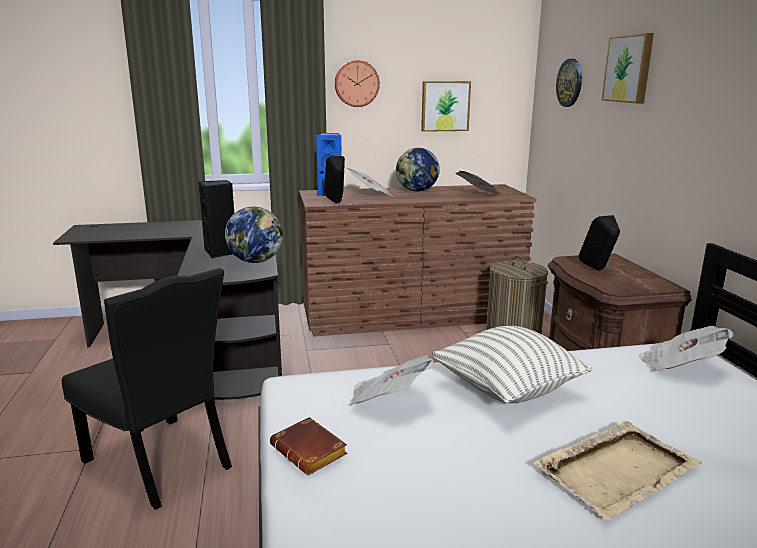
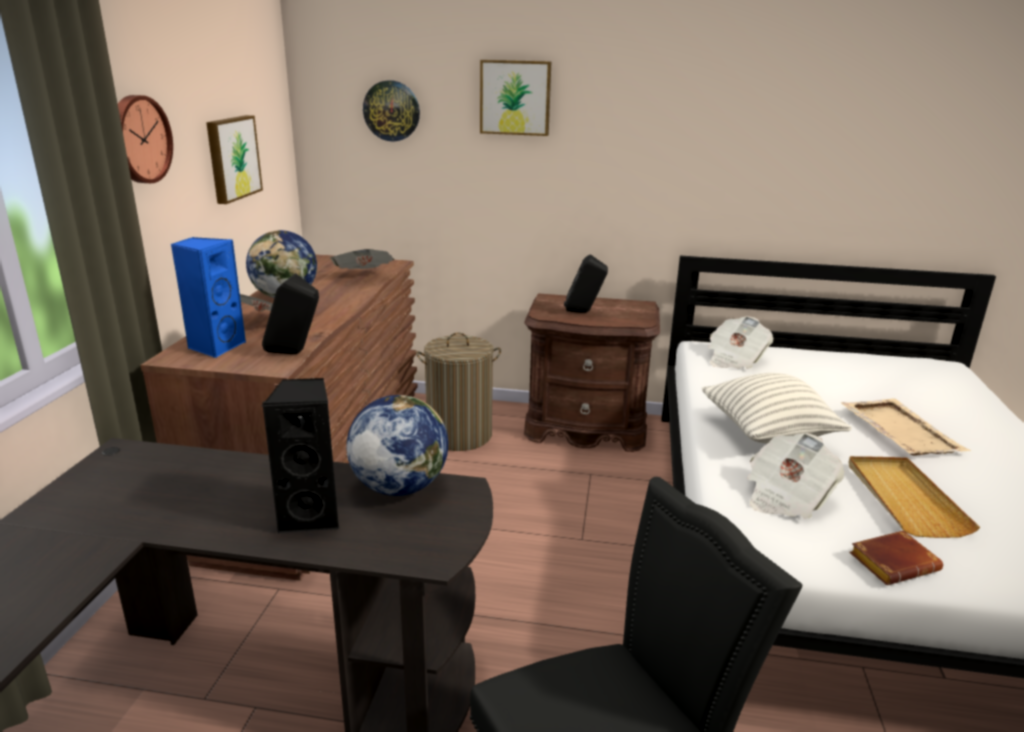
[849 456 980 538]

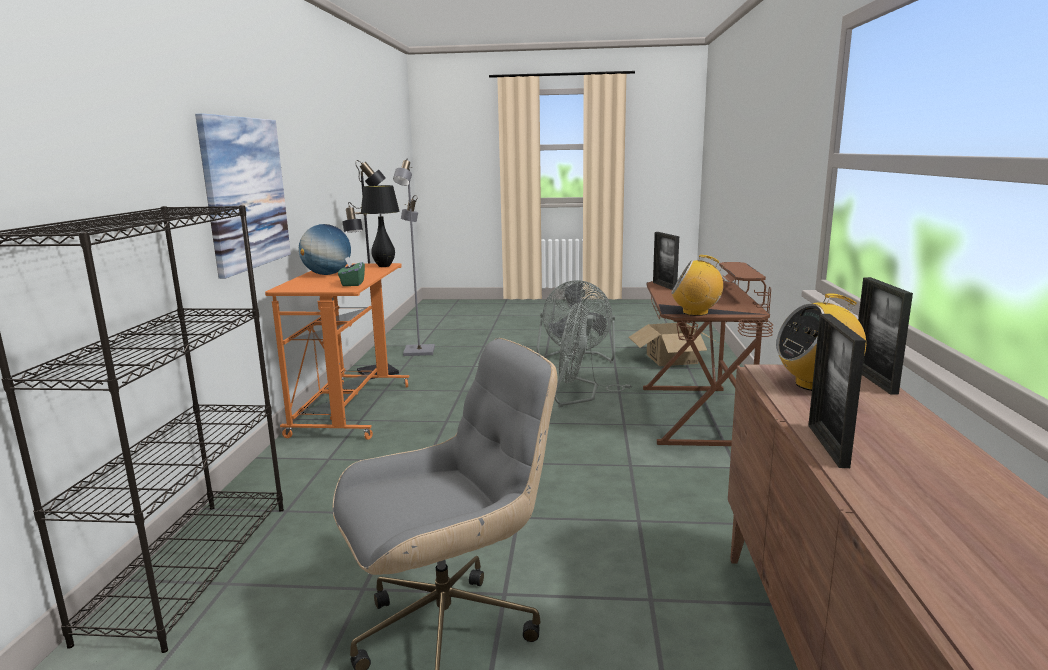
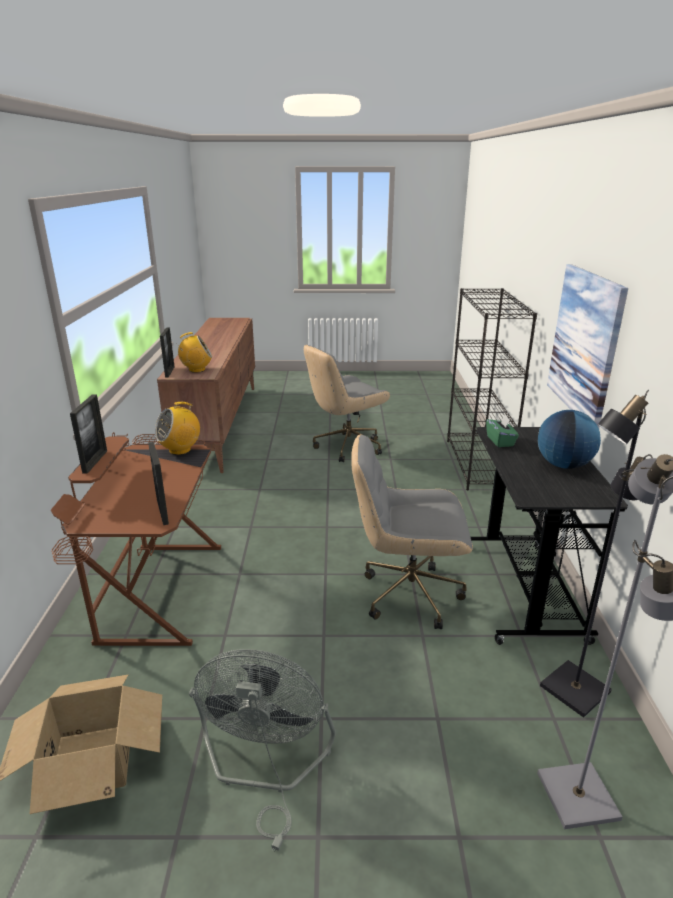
[70 395 107 474]
[155 402 200 455]
[352 434 473 629]
[471 427 628 645]
[361 185 400 267] (first image)
[554 302 632 408] (first image)

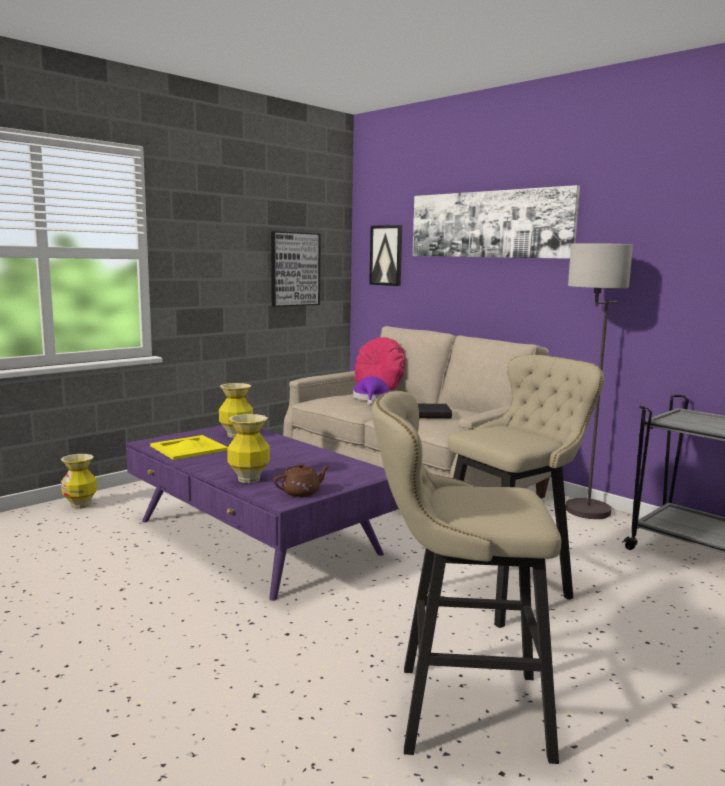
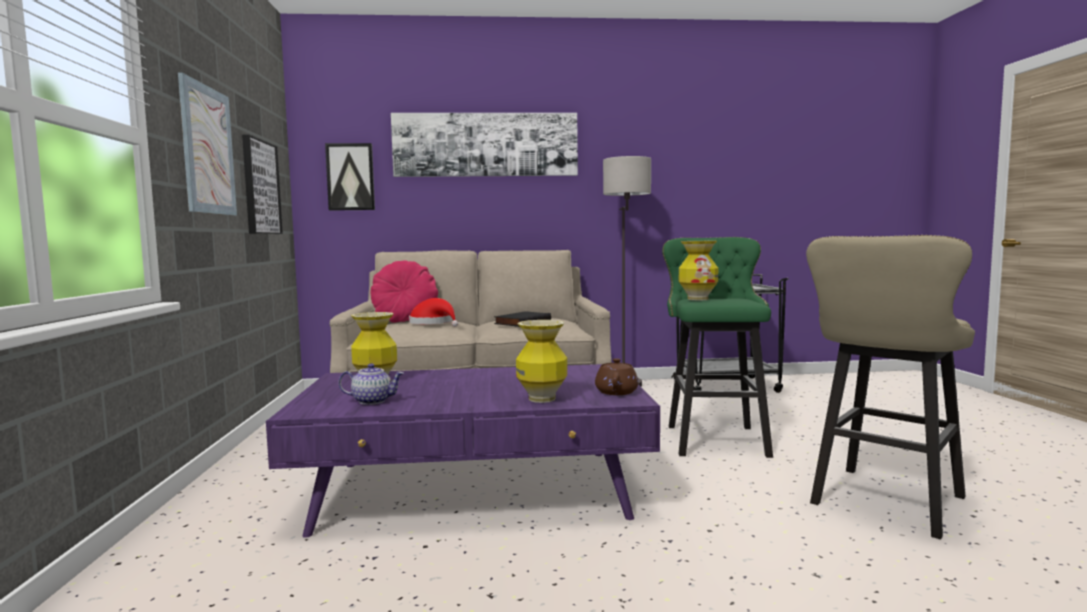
[178 72 237 216]
[338 363 404 405]
[409 298 458 327]
[662 237 773 458]
[679 241 718 300]

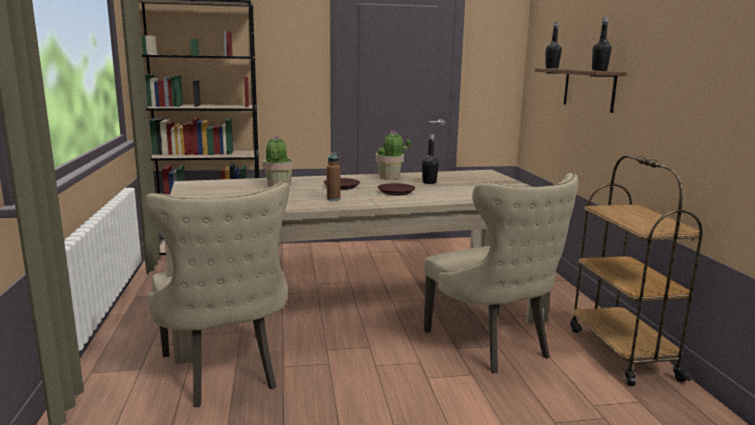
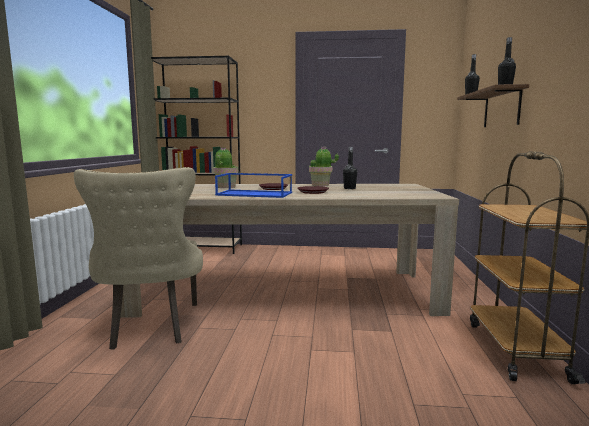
[215 173 292 198]
[424 173 578 373] (first image)

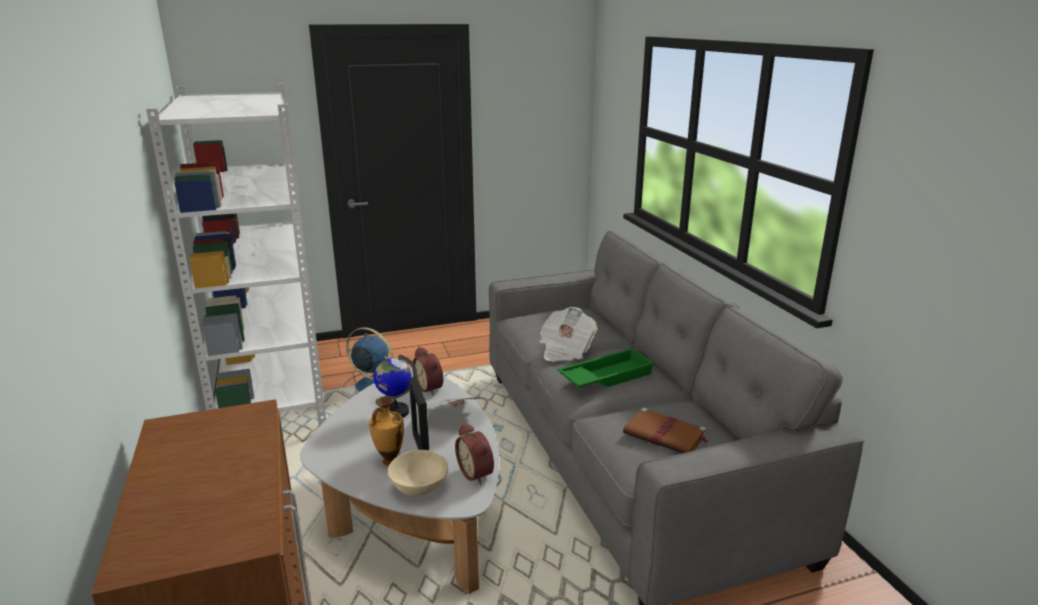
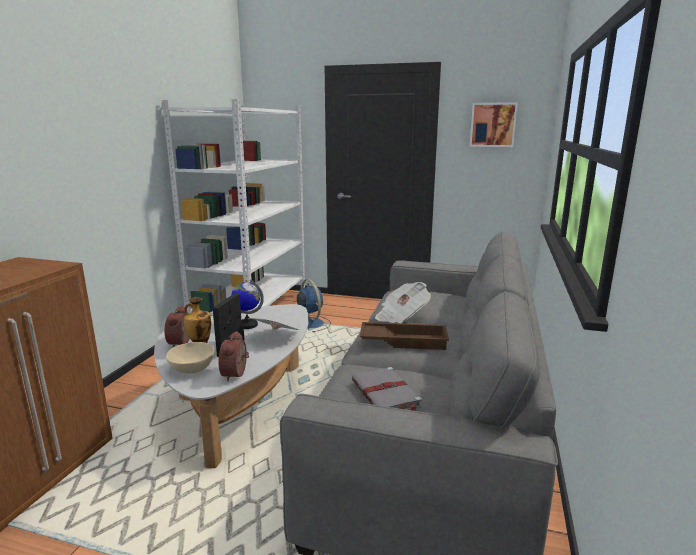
[164 305 190 347]
[352 367 422 411]
[360 322 449 350]
[470 102 518 147]

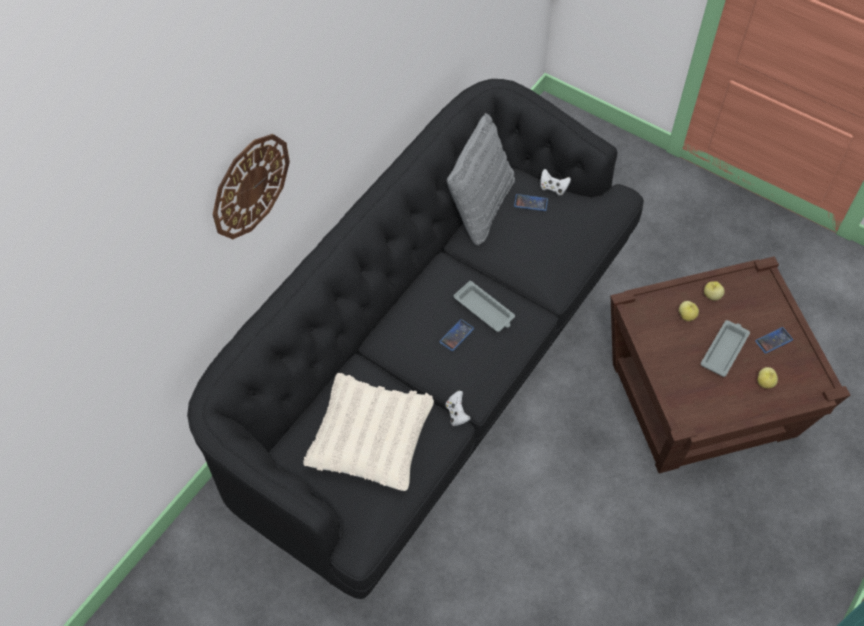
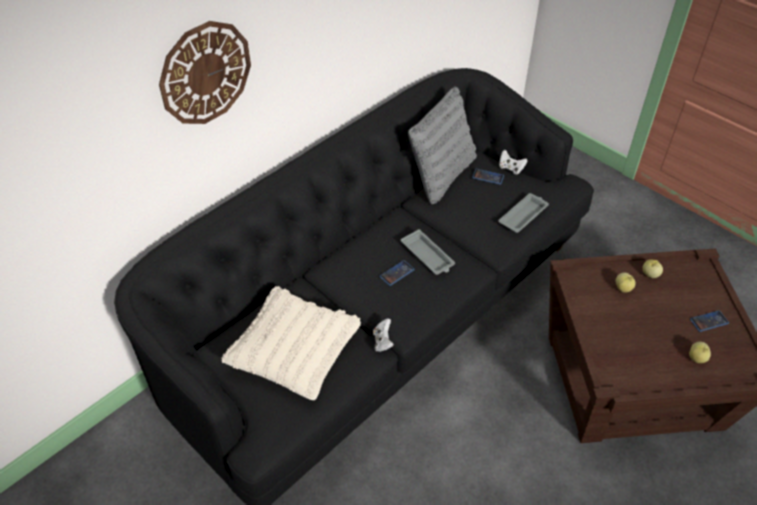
[498 193 549 233]

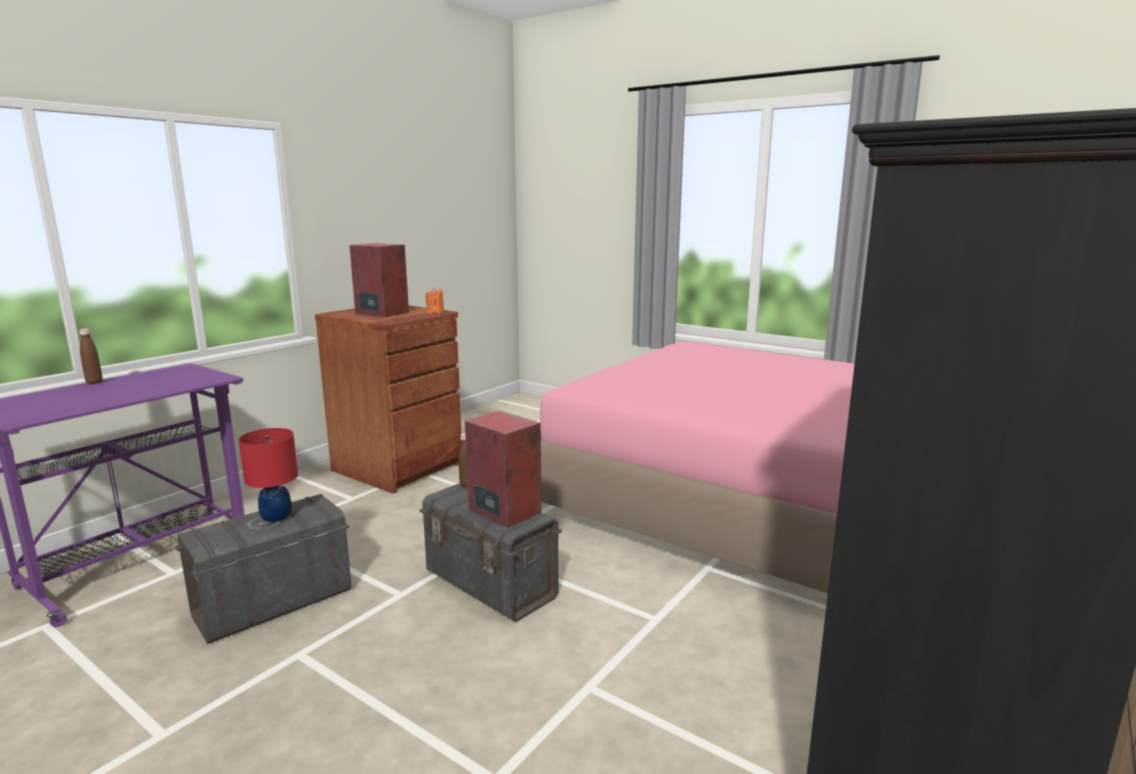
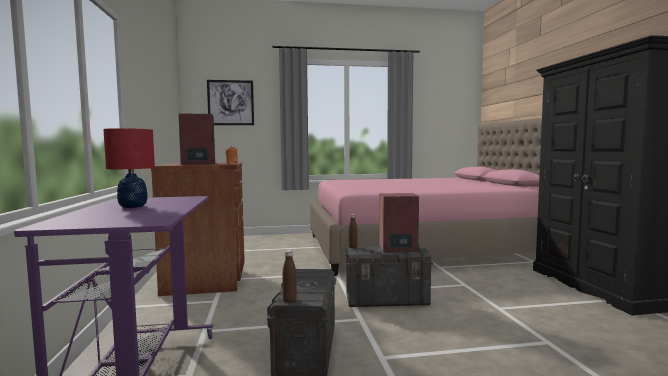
[103 128 155 208]
[207 80 254 125]
[283 250 297 303]

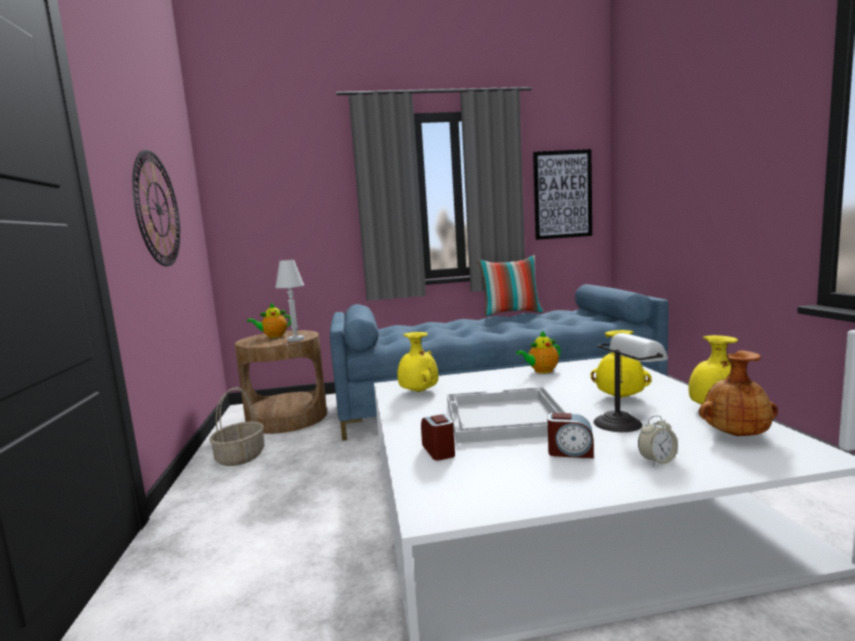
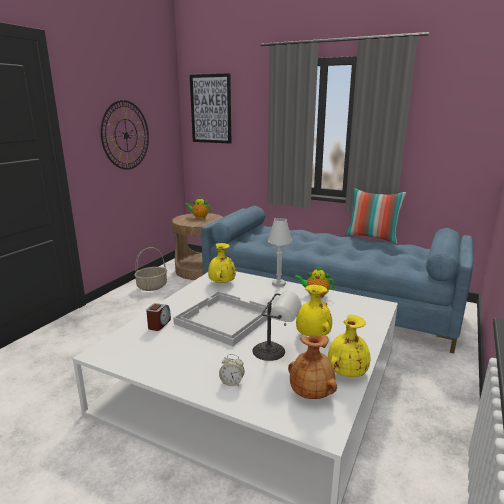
[190 73 231 144]
[268 218 292 287]
[548 413 594 458] (first image)

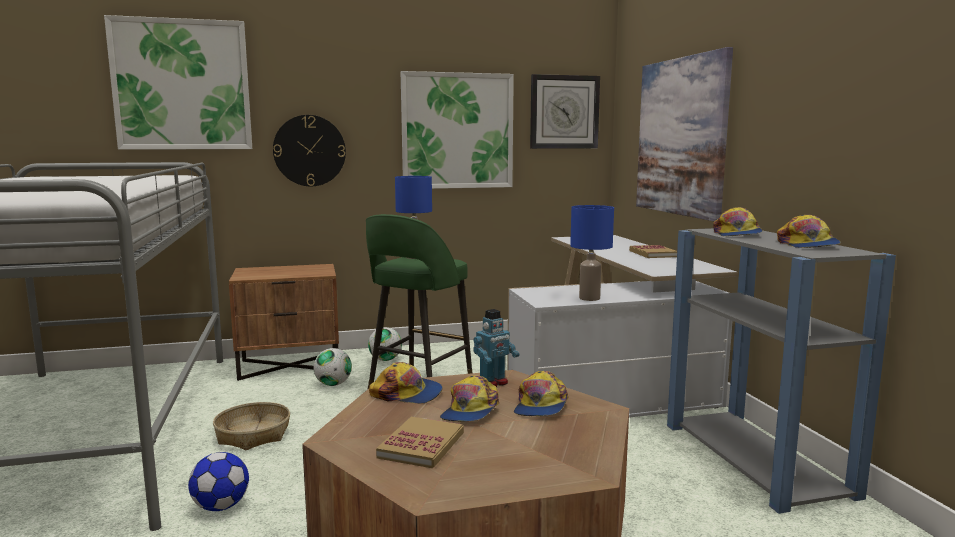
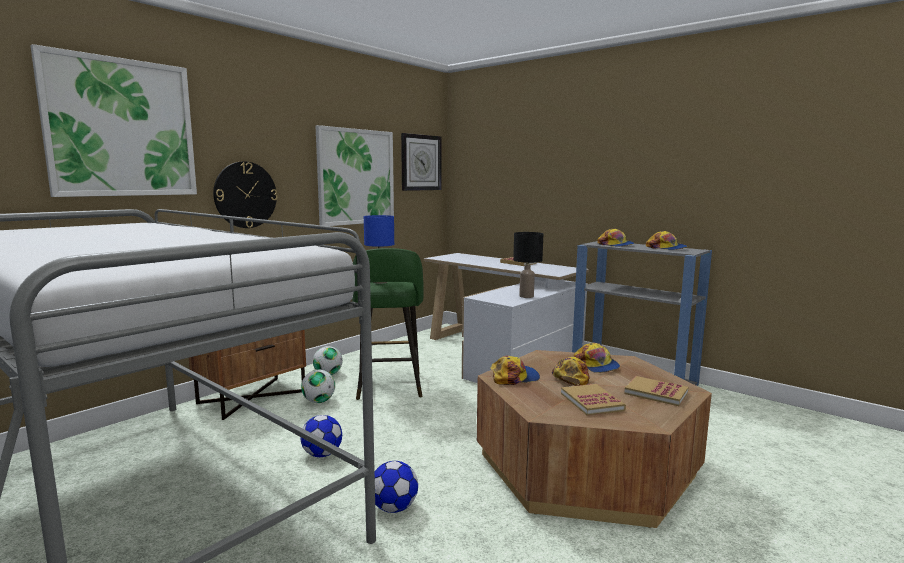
[300 415 342 457]
[513 232 543 298]
[552 357 589 386]
[624 376 688 406]
[473 309 519 387] (first image)
[636 47 733 221] (first image)

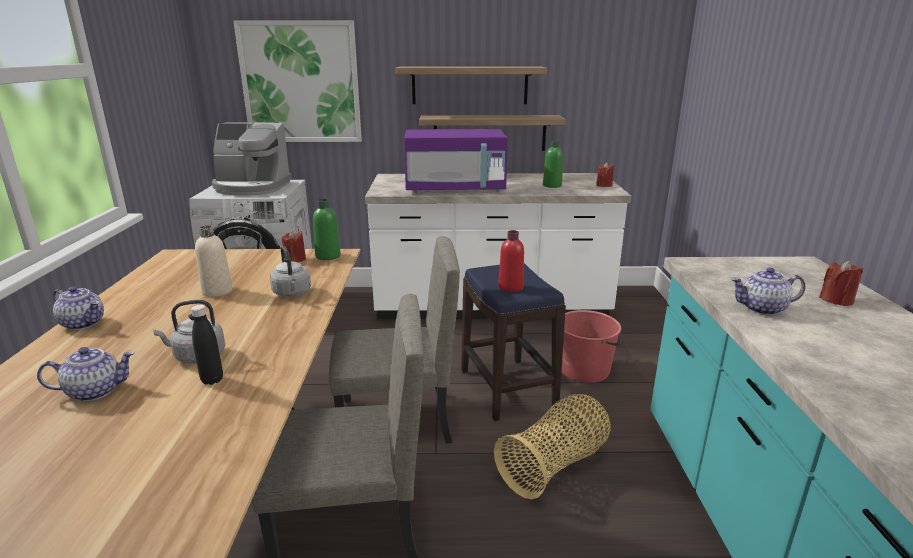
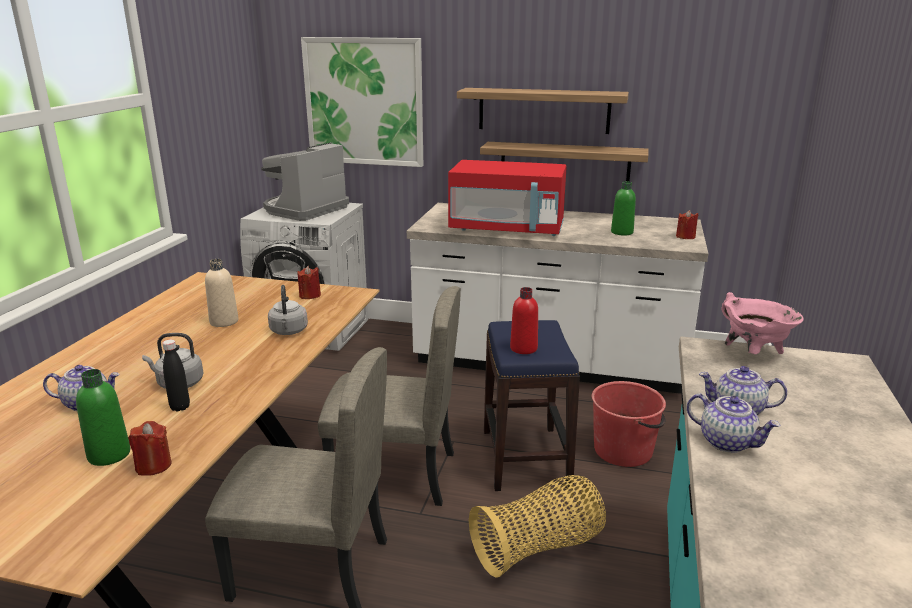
[76 369 130 466]
[128 421 172 476]
[261 142 349 221]
[448 160 567 236]
[687 394 780 453]
[721 292 804 354]

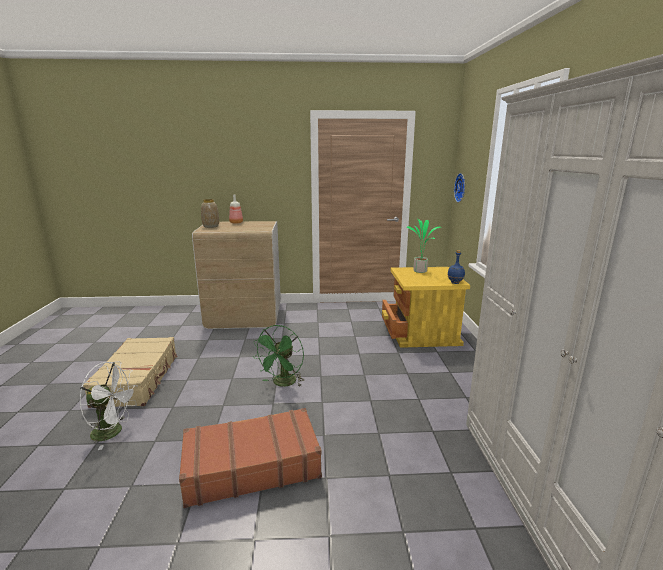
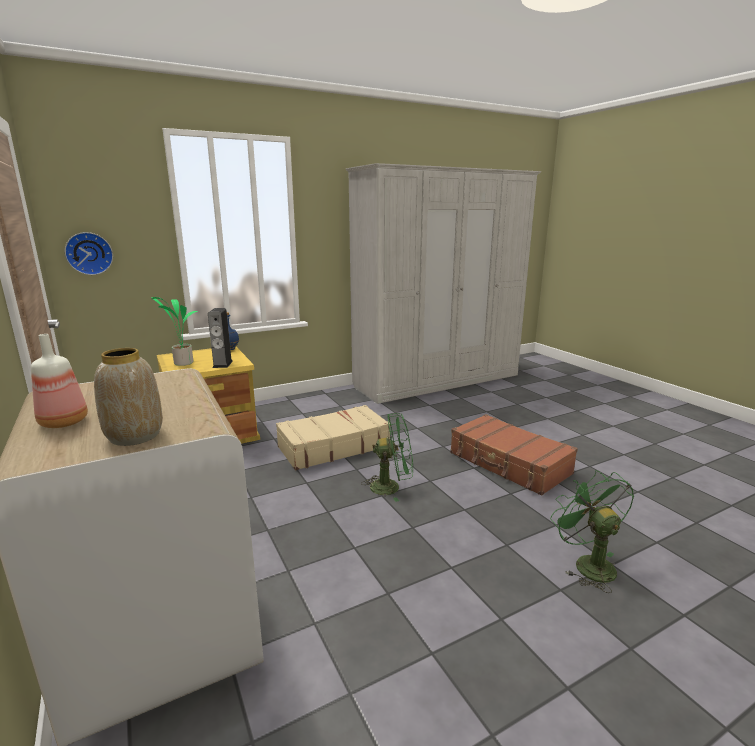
[208 308 233 368]
[276 405 390 470]
[550 470 634 593]

